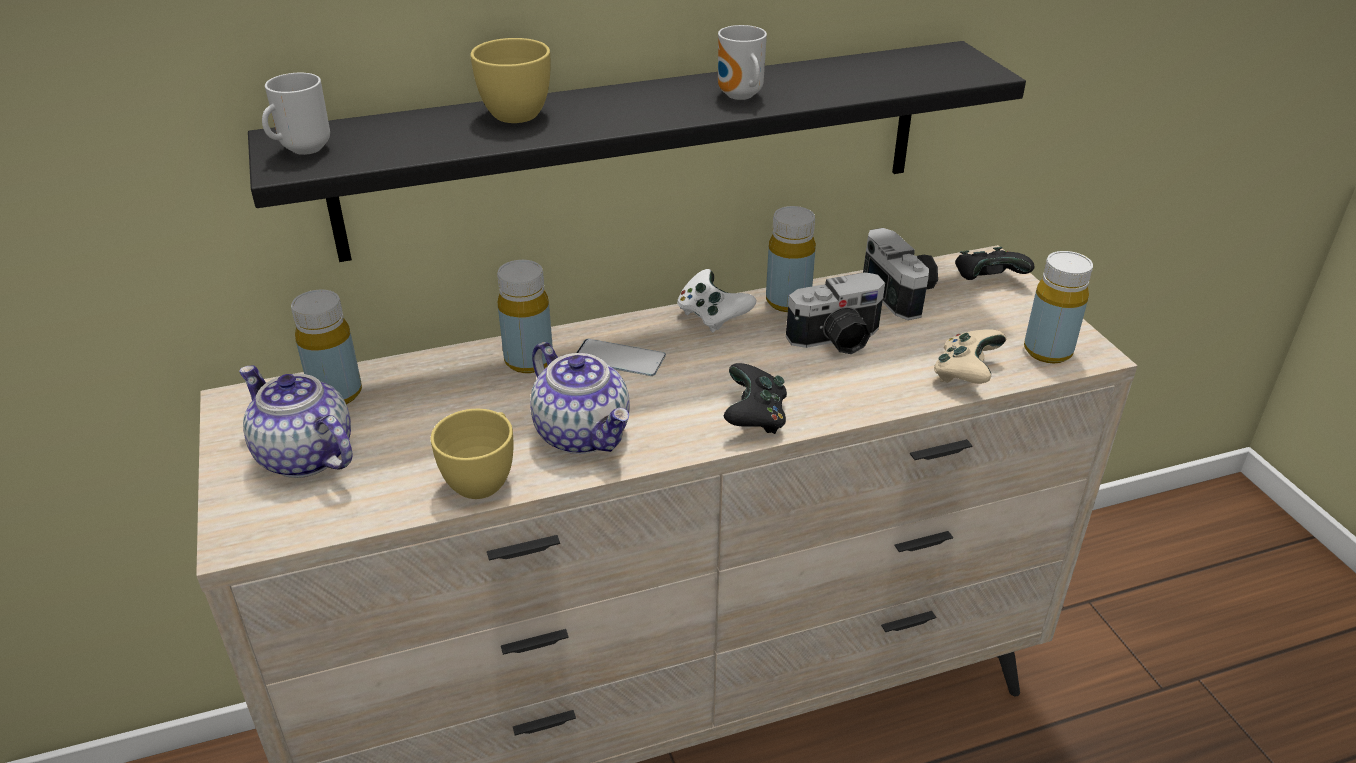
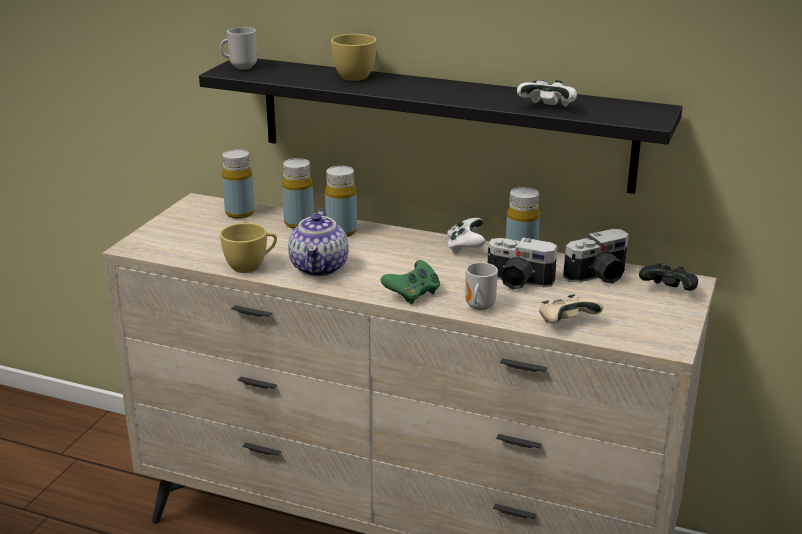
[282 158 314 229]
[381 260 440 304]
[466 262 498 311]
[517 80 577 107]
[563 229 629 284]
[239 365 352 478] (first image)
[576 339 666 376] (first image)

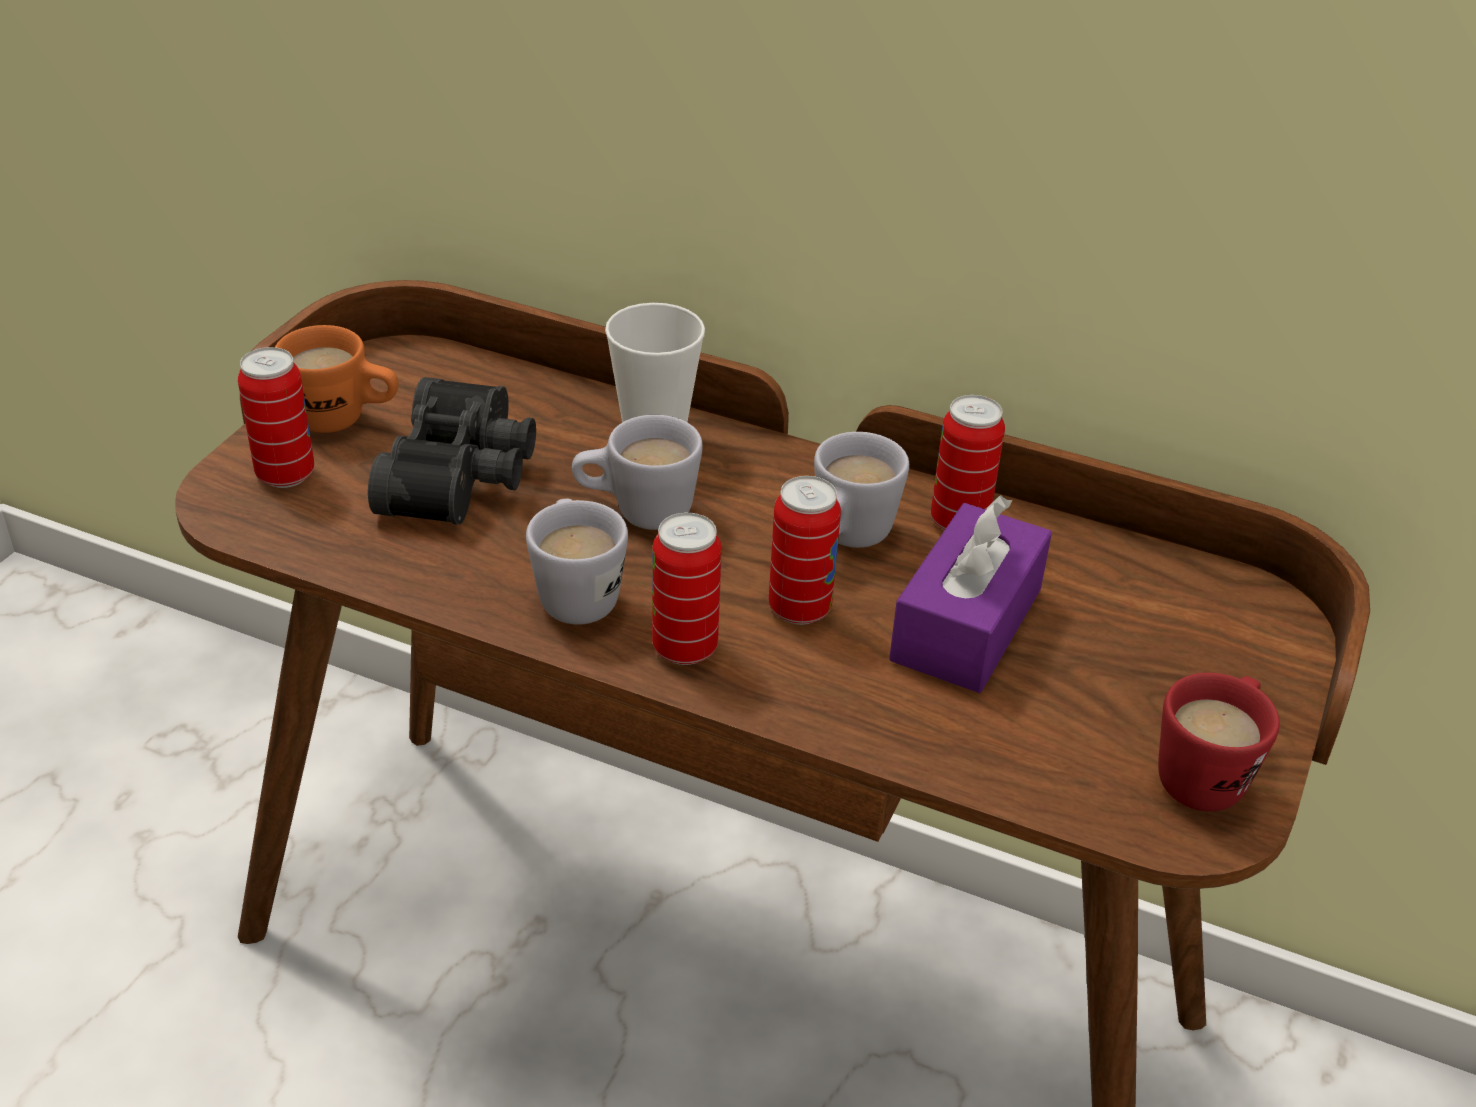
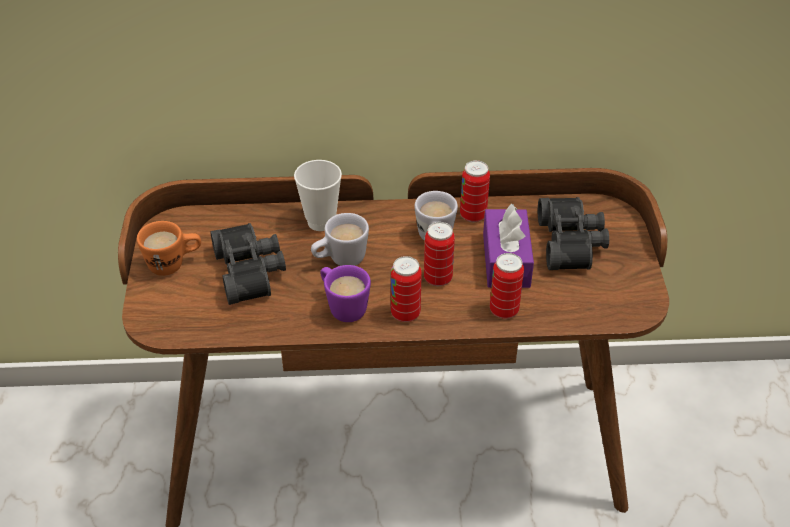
[320 265 371 322]
[490 253 524 319]
[538 197 609 270]
[1158 673 1280 812] (first image)

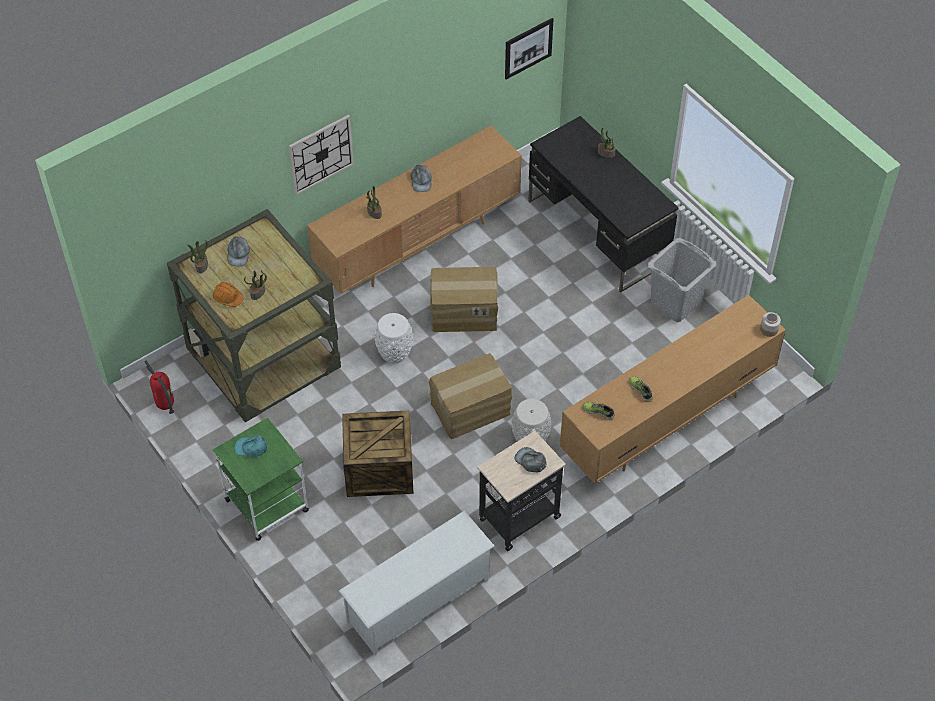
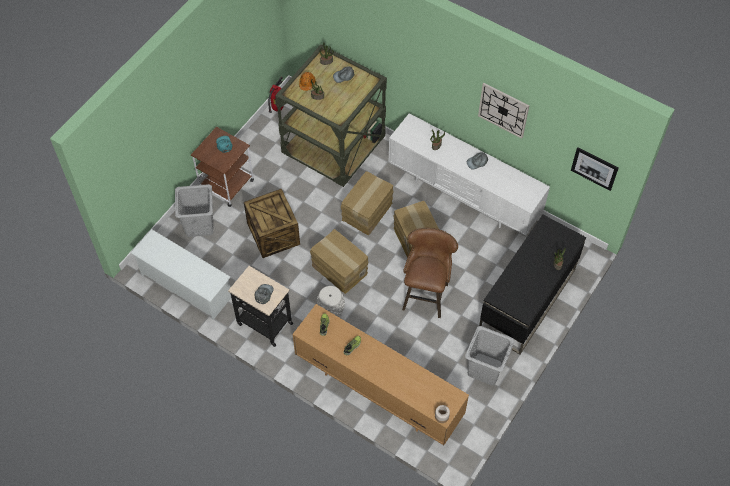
[175 184 213 237]
[191 127 254 207]
[341 171 394 235]
[389 113 550 235]
[402 228 458 318]
[478 83 530 138]

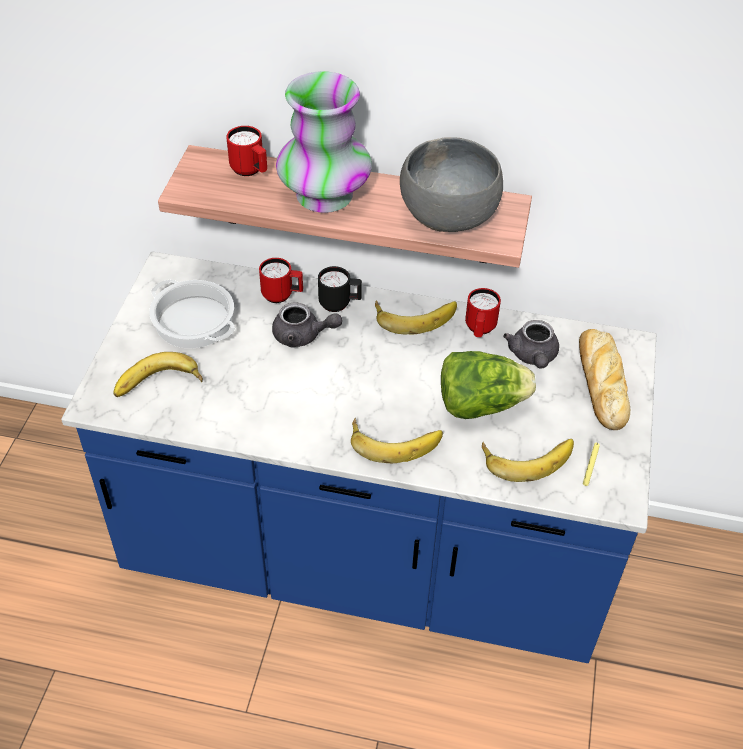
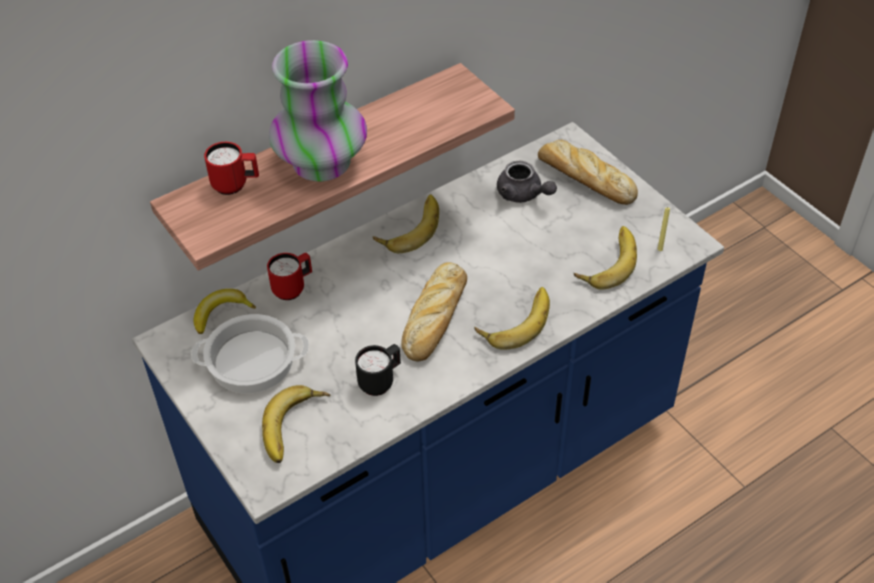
[194 289 256 334]
[355 344 401 396]
[402 262 467 361]
[272 302 342 347] (first image)
[400 137 503 232] (first image)
[441 351 536 419] (first image)
[465 288 501 337] (first image)

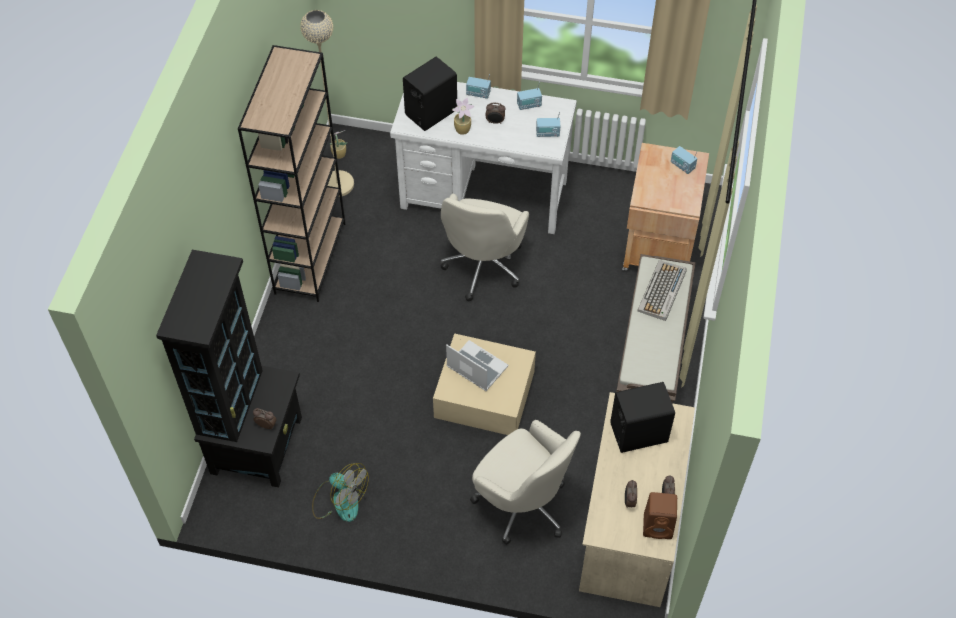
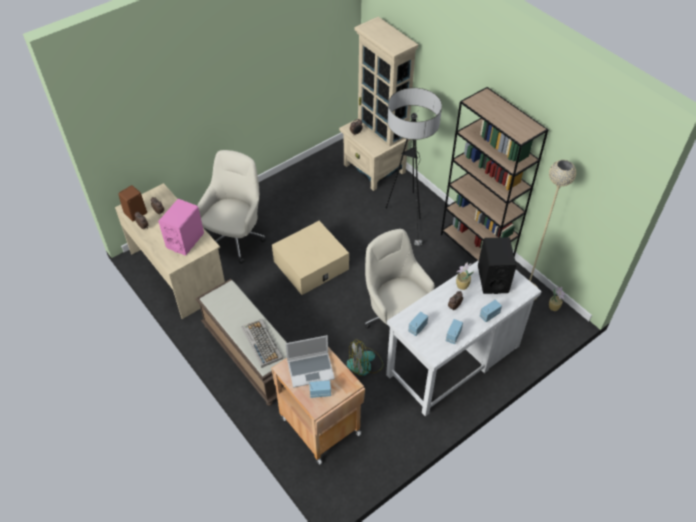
[158 199 204 256]
[197 150 266 264]
[286 335 335 388]
[339 17 418 191]
[346 339 384 376]
[385 88 442 246]

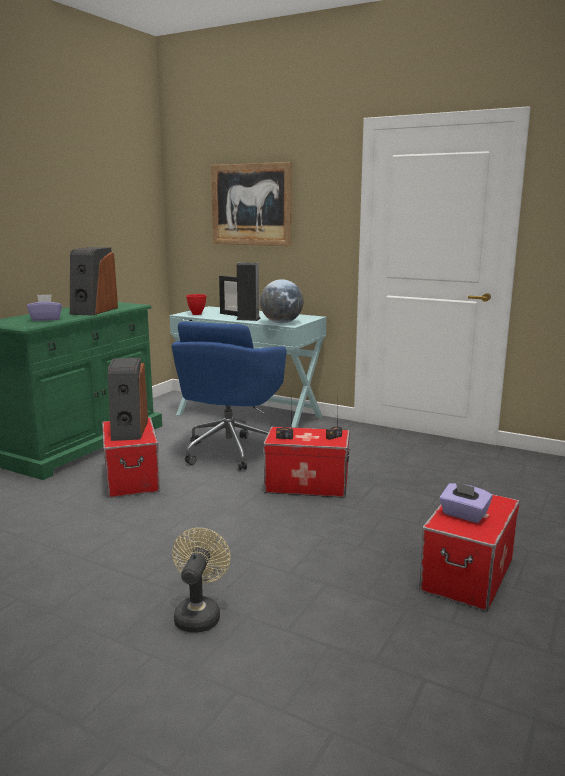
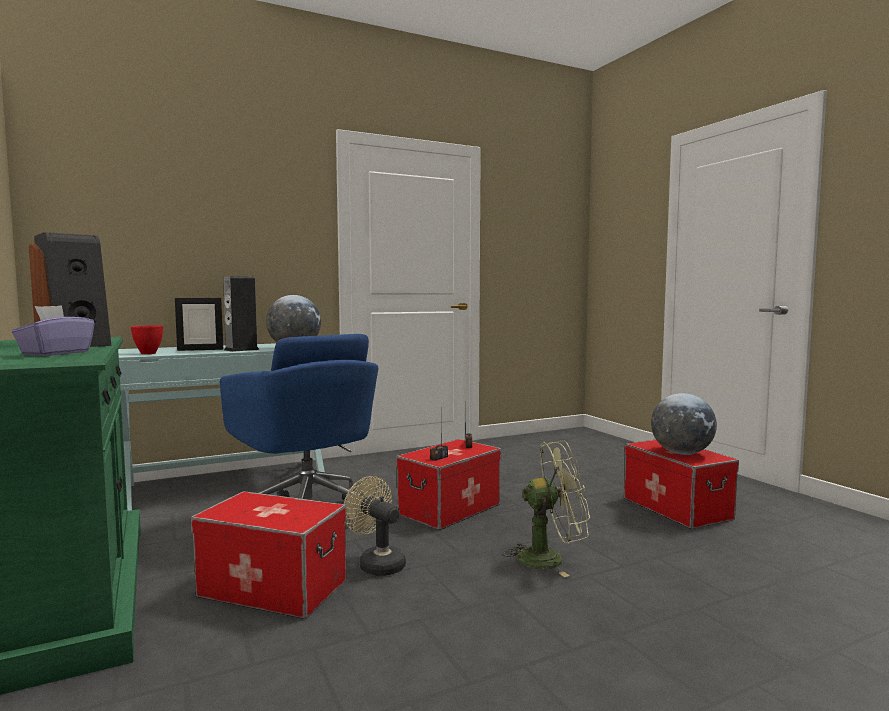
[344 476 406 576]
[502 440 590 577]
[651 393 717 455]
[108 358 148 441] (first image)
[211 162 292 246] (first image)

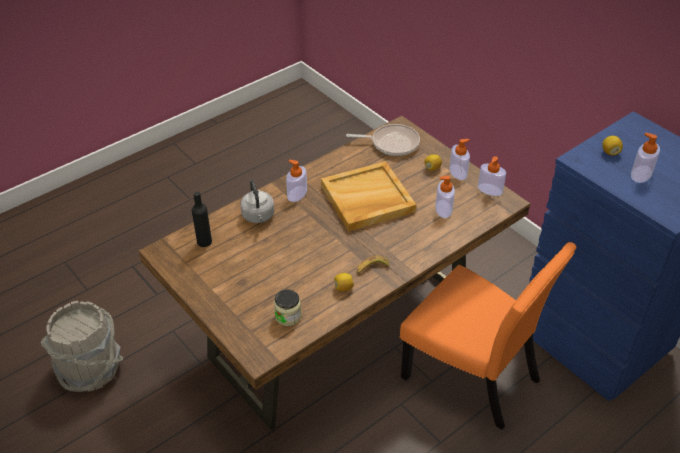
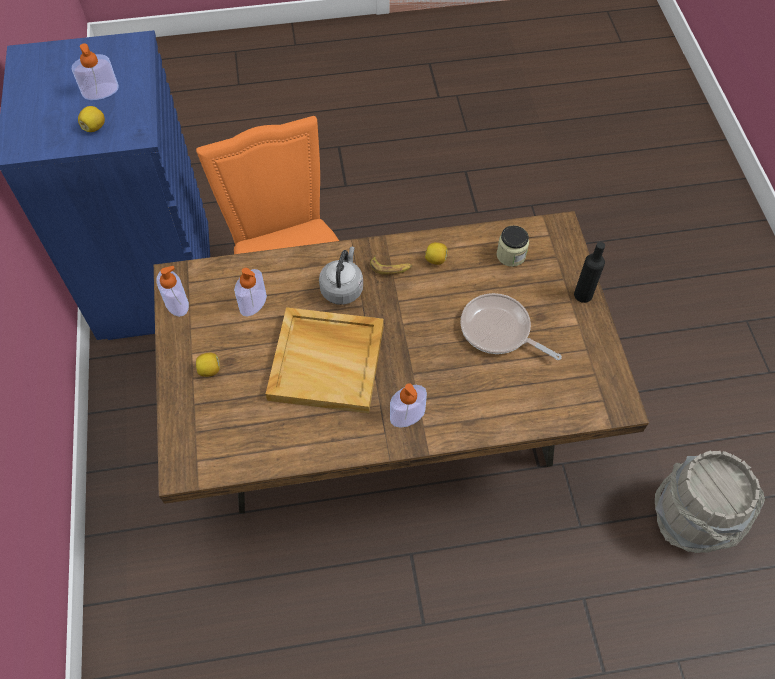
[319 247 363 305]
[460 293 562 360]
[574 242 605 303]
[450 139 470 180] (first image)

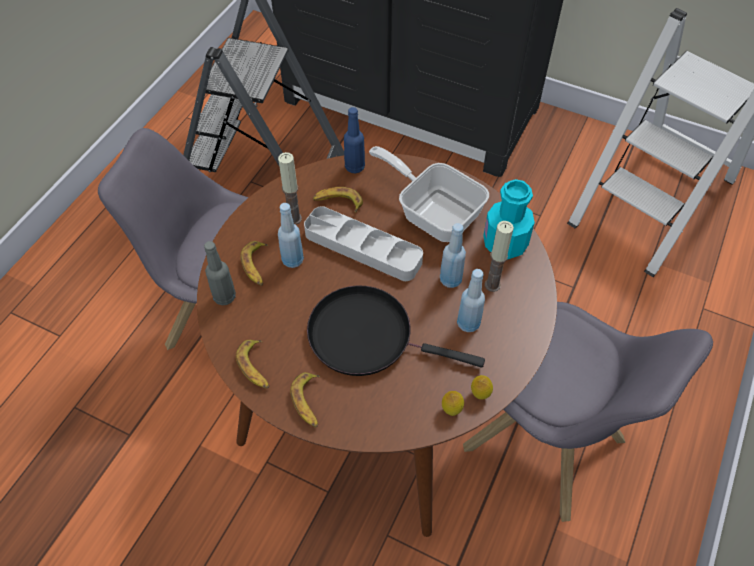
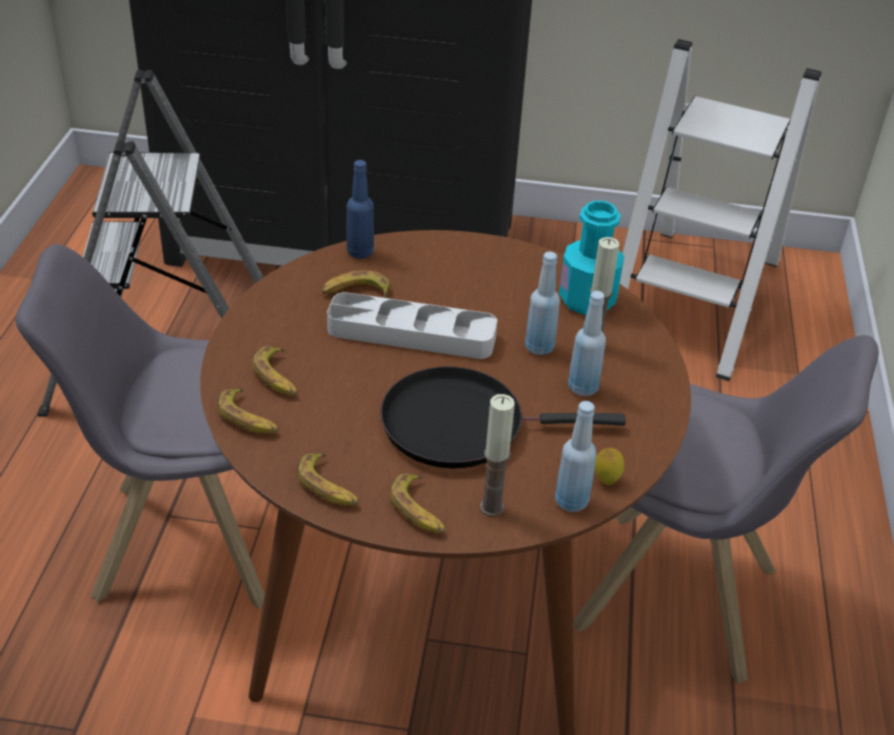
[217 388 278 434]
[480 394 515 517]
[555 401 597 512]
[369 146 489 242] (first image)
[471 375 493 400] (first image)

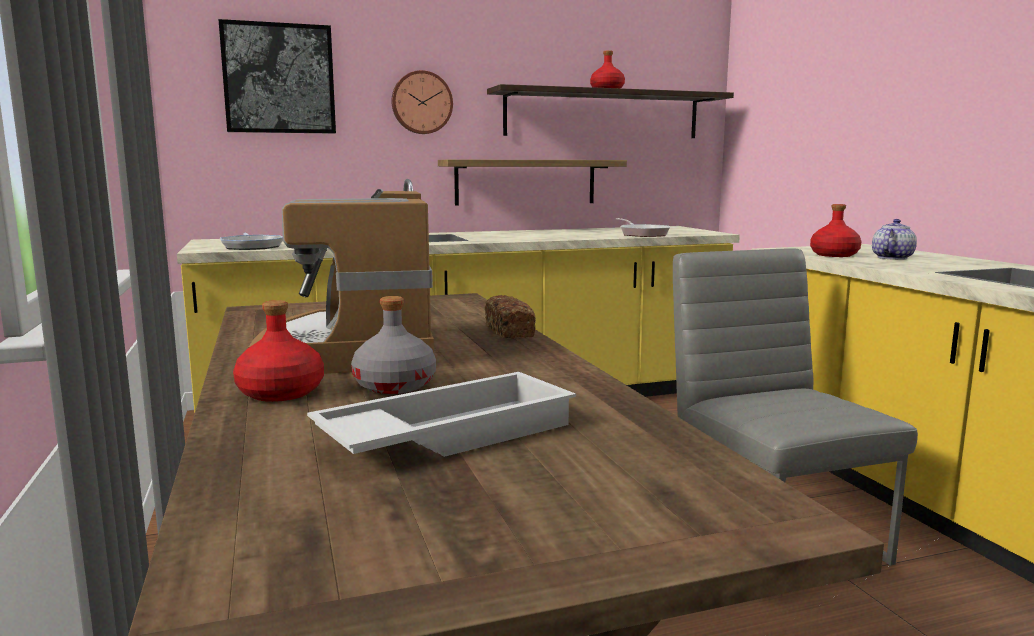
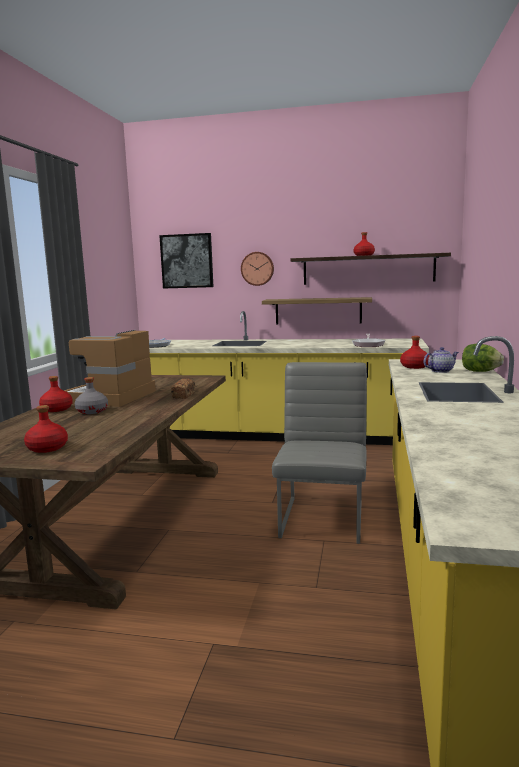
[24 405 68 453]
[462 344 504 372]
[307 372 576 457] (first image)

